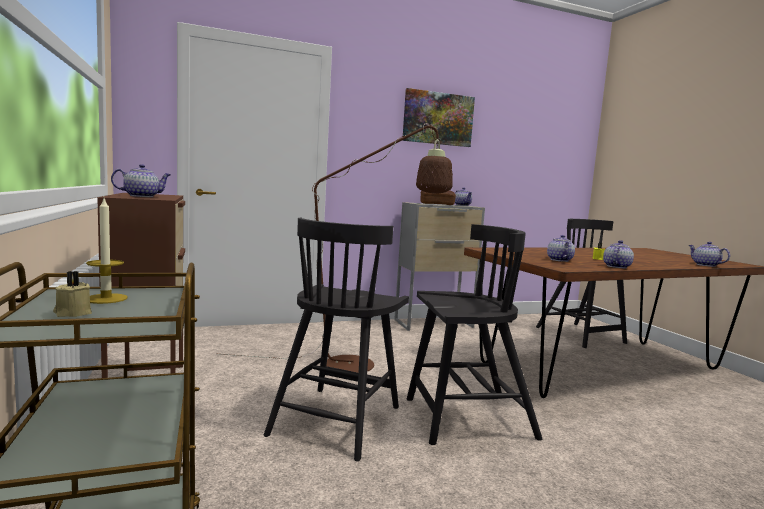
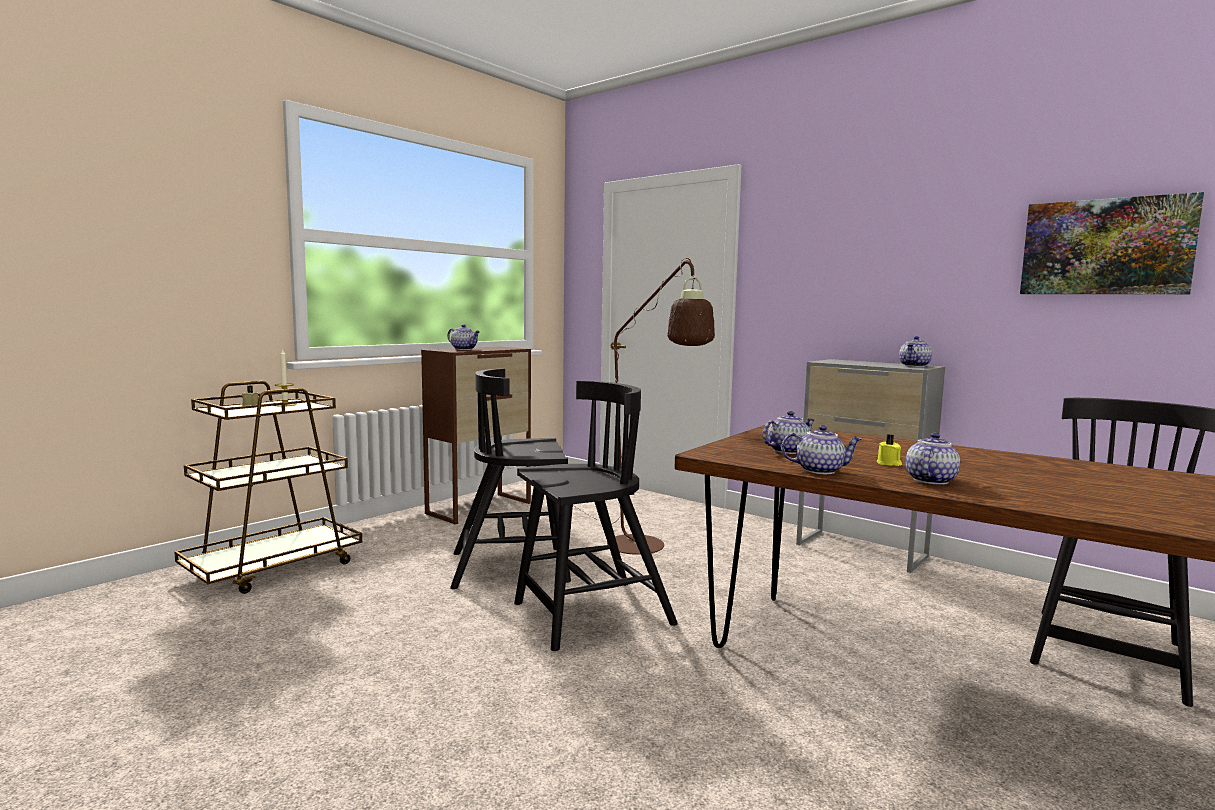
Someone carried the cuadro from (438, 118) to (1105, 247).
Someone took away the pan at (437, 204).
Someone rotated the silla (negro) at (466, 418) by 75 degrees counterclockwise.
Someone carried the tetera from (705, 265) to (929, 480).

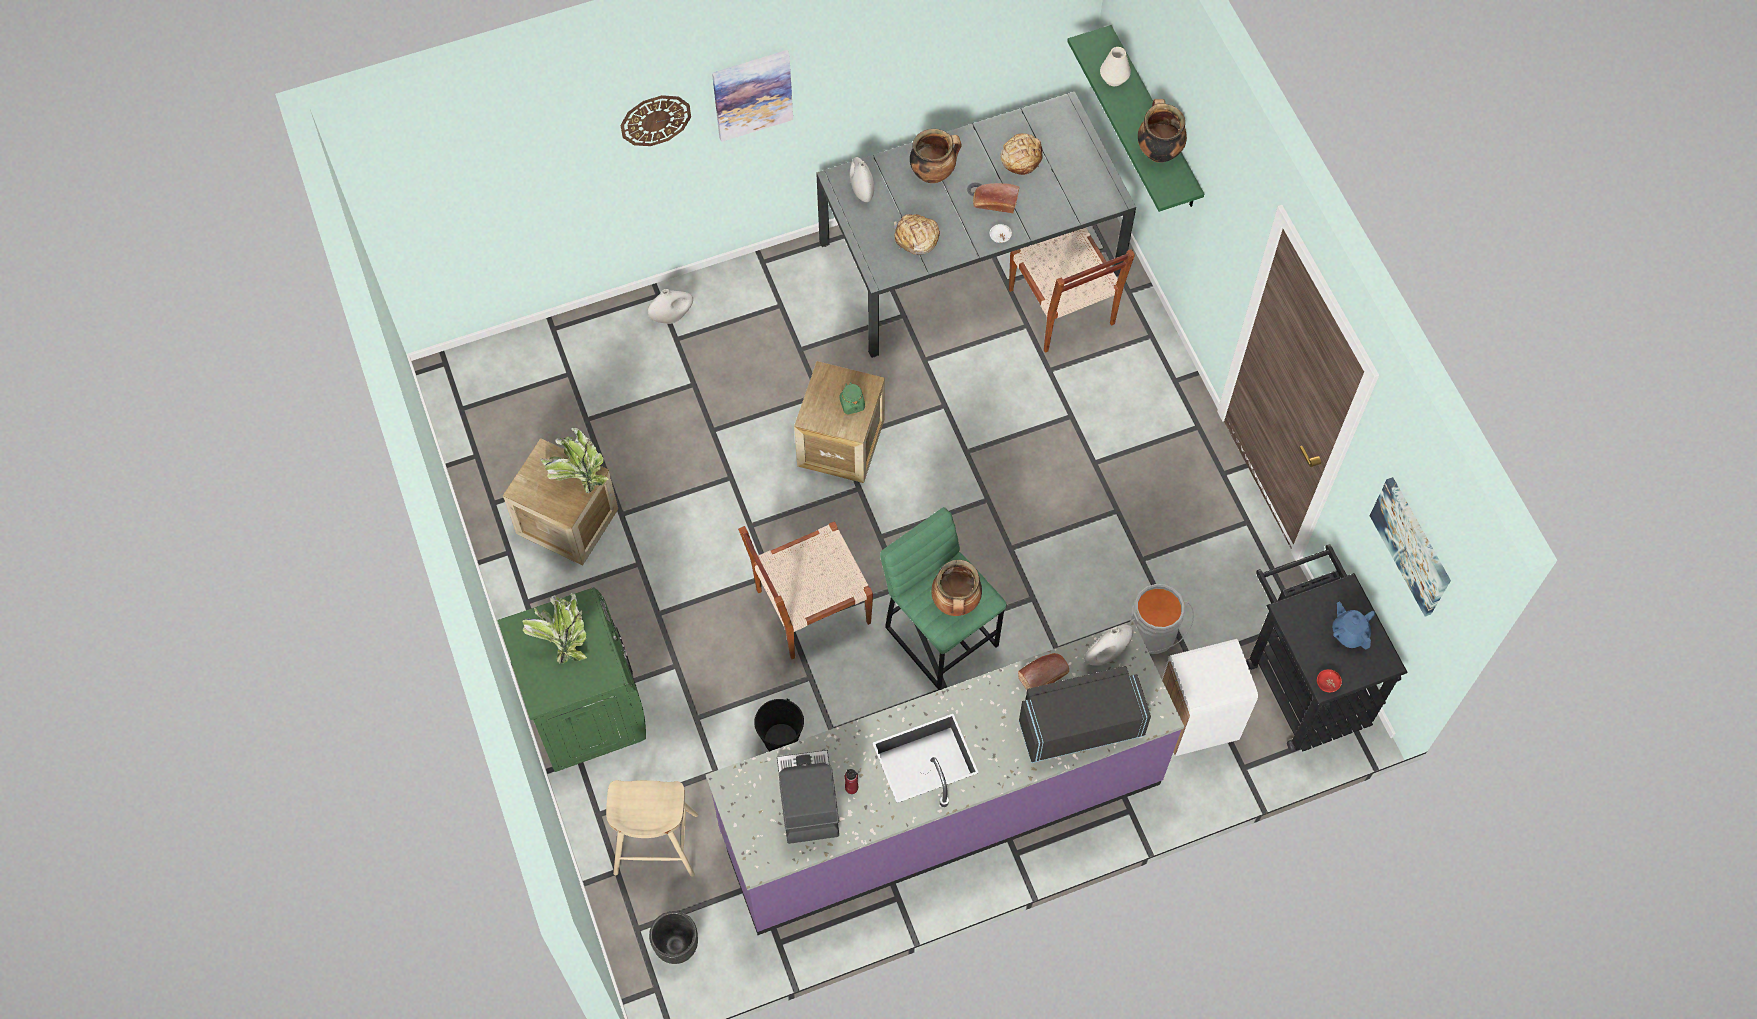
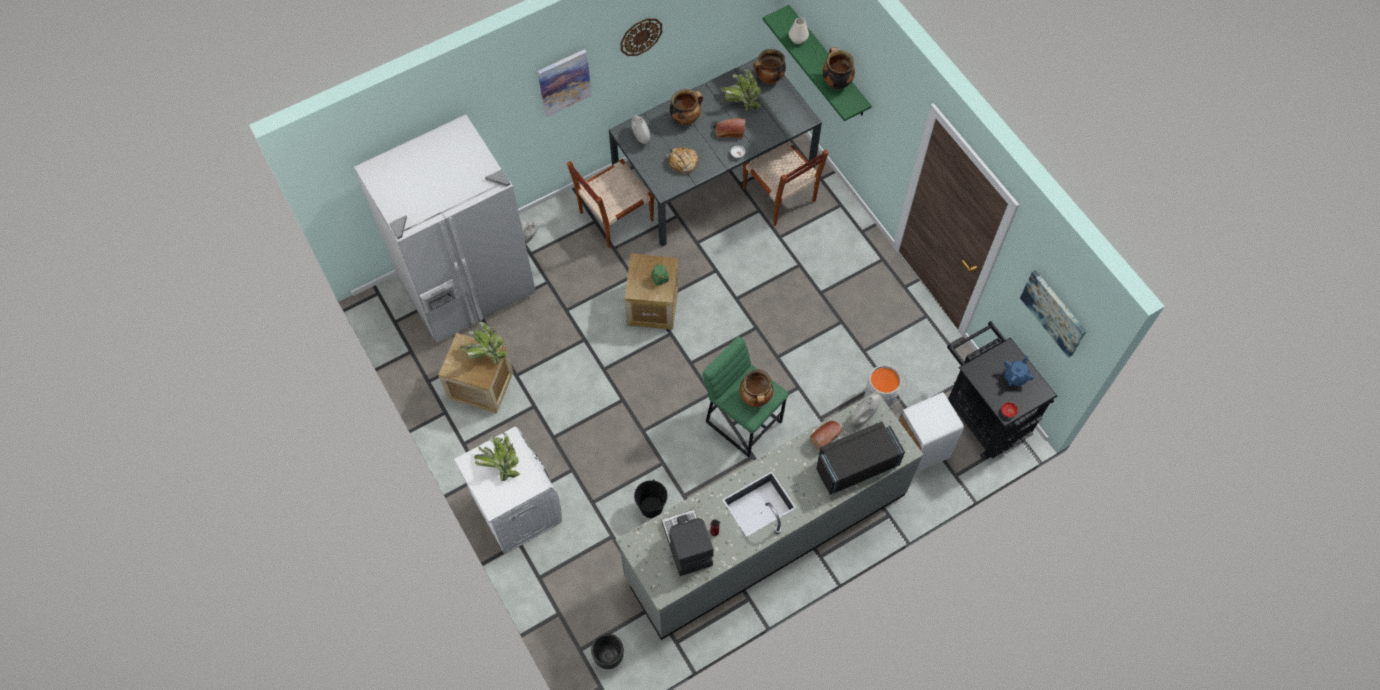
Someone carried the reloj de pared from (655, 119) to (640, 36).
Someone swapped the pan at (1021, 158) for the planta en maceta at (741, 100).
Someone carried the silla from (810, 608) to (614, 218).
Someone repainted the lavadora (verde) at (585, 709), which became the lavadora (blanco) at (517, 508).
Someone rotated the tetera (azul) at (1349, 633) by 75 degrees clockwise.
Someone repainted the mueble bajo de cocina (morado) at (941, 808), which became the mueble bajo de cocina (gris) at (765, 534).
Someone took away the taburete (beis) at (656, 843).
Someone put down the olla at (769, 79).
Someone put down the nevera (blanco) at (468, 287).

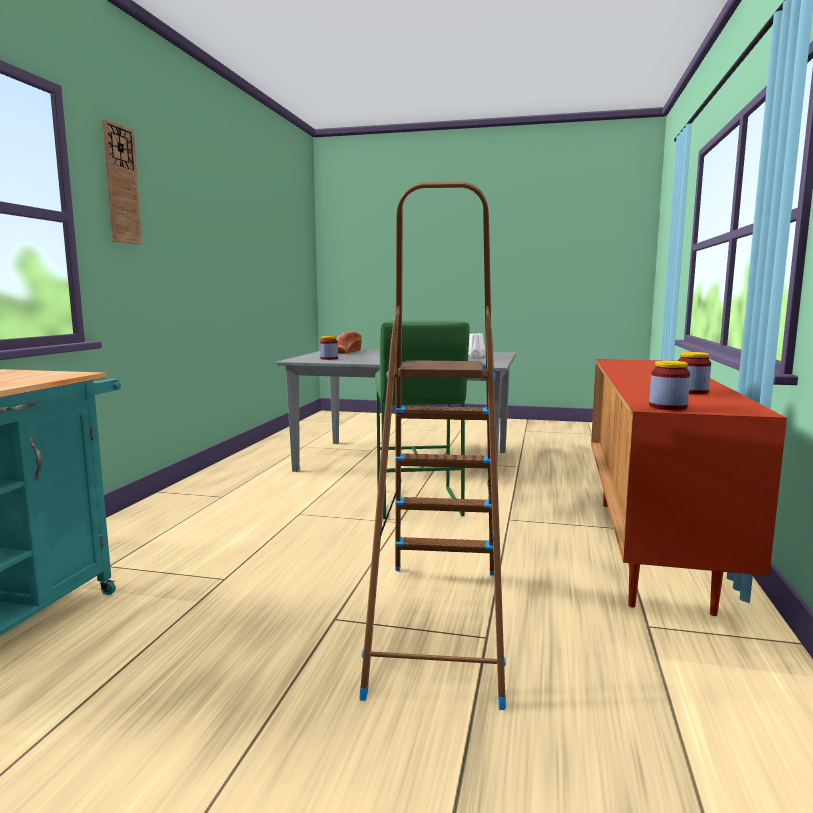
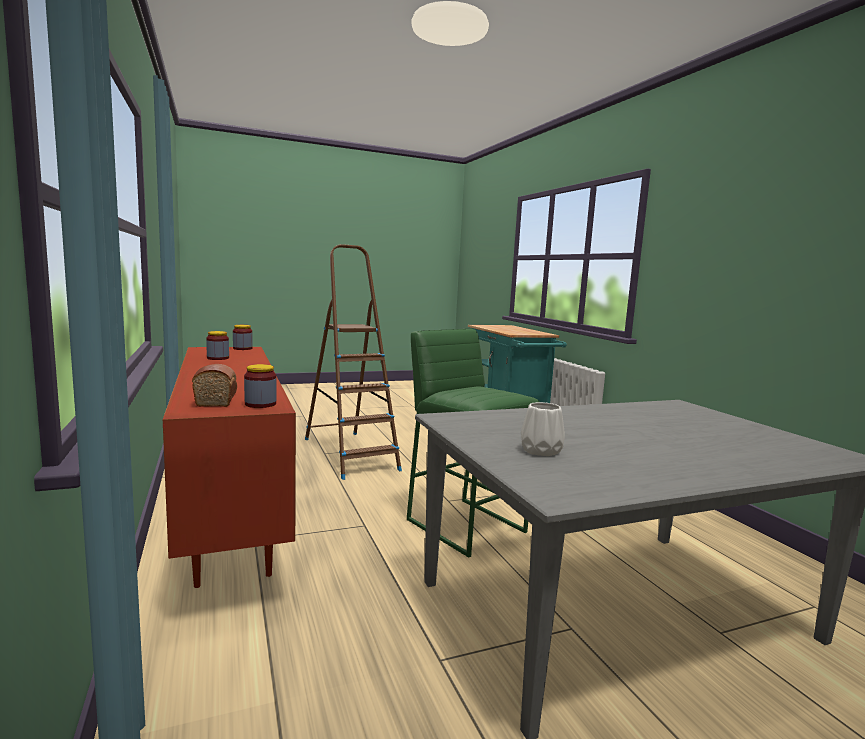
Someone took away the reloj de pared at (121, 185).
Someone carried the pan from (346, 352) to (217, 399).
Someone carried the tarro from (329, 358) to (260, 404).

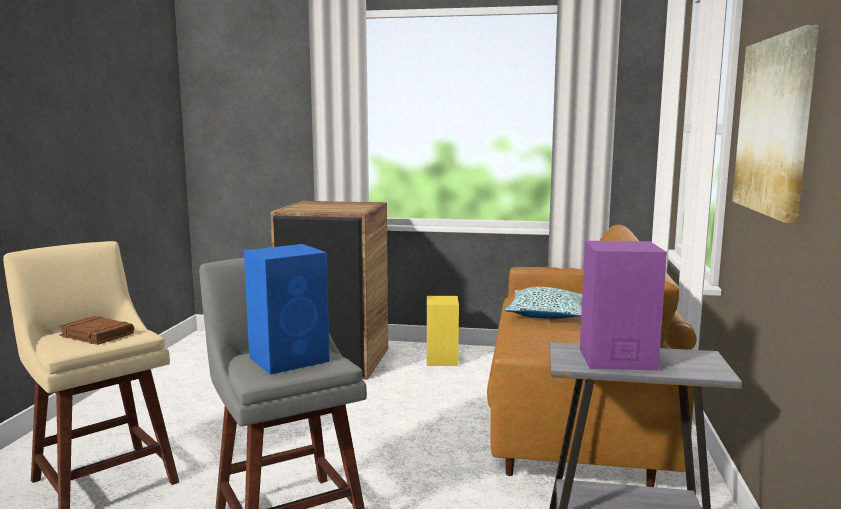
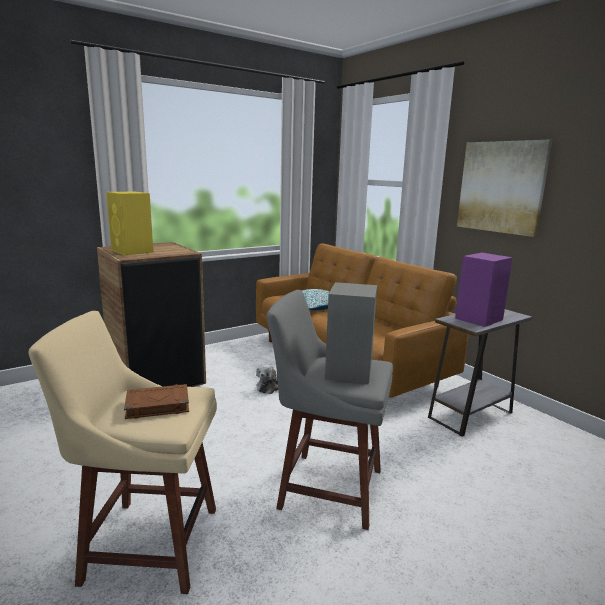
Someone repainted the altavoz (azul) at (291, 359), which became the altavoz (gris) at (349, 370).
Someone carried the altavoz (amarillo) from (442, 360) to (132, 251).
Someone put down the peluche at (269, 386).

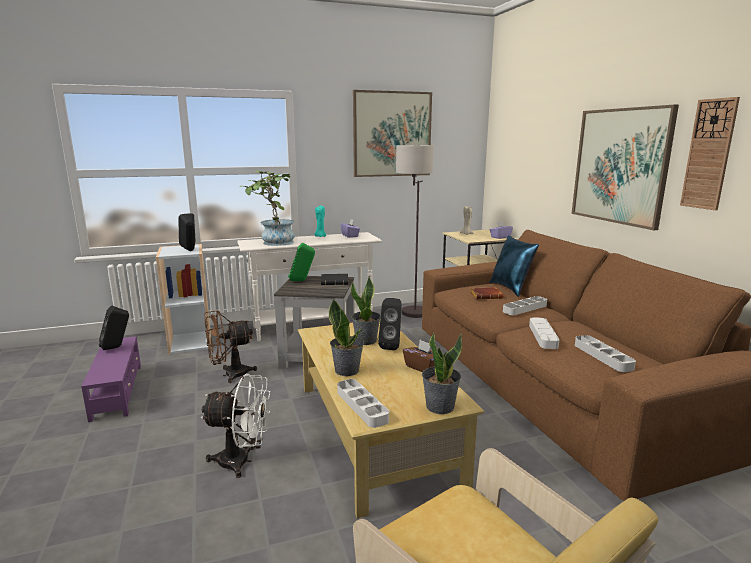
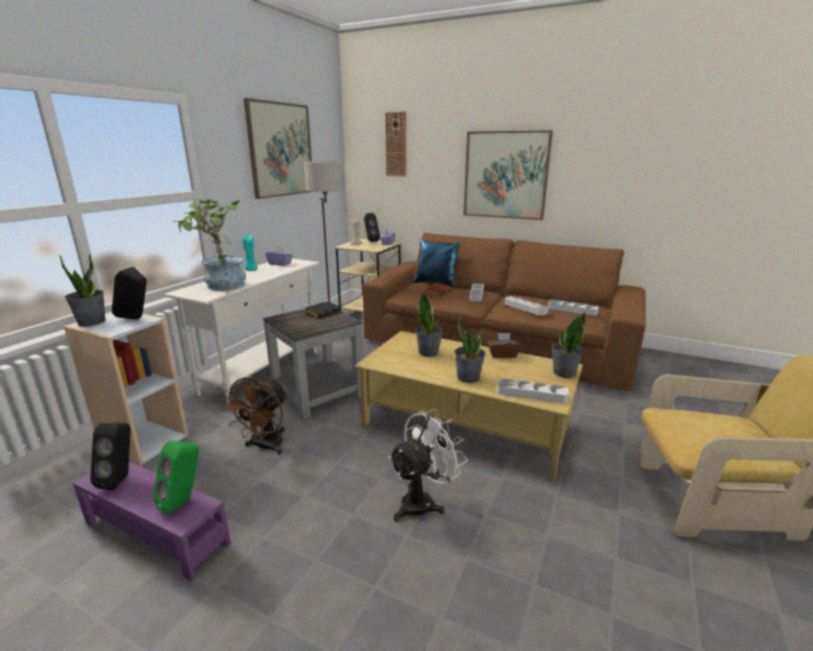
Someone carried the reloj de pared from (709, 154) to (396, 144).
Someone carried the altavoz (verde) from (302, 281) to (184, 501).
Someone carried the altavoz (negro) from (391, 346) to (370, 241).
Someone put down the planta en maceta at (91, 322).

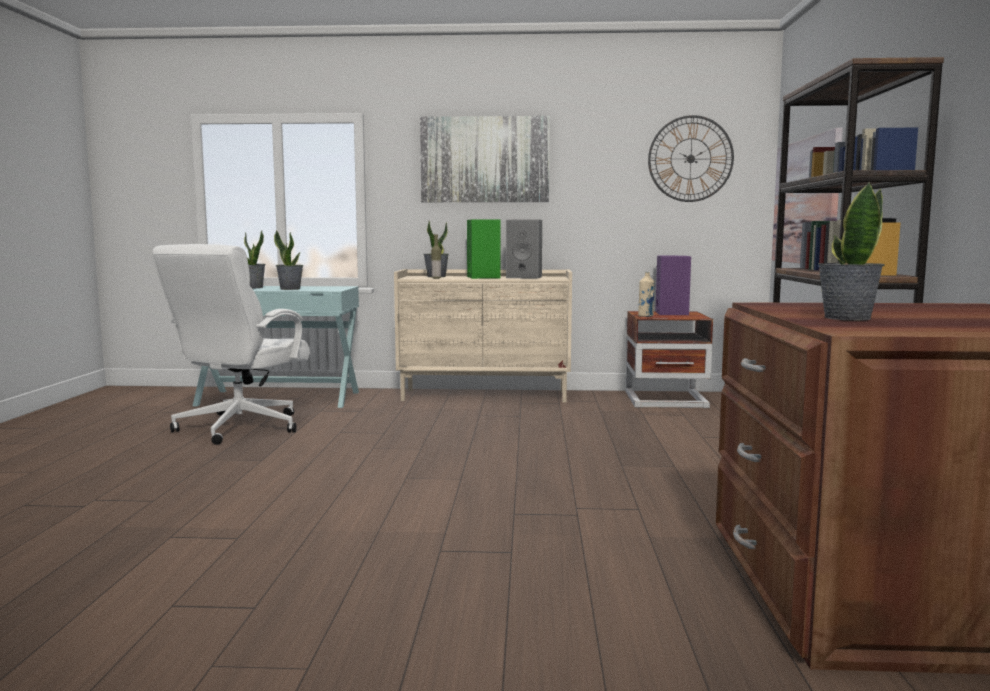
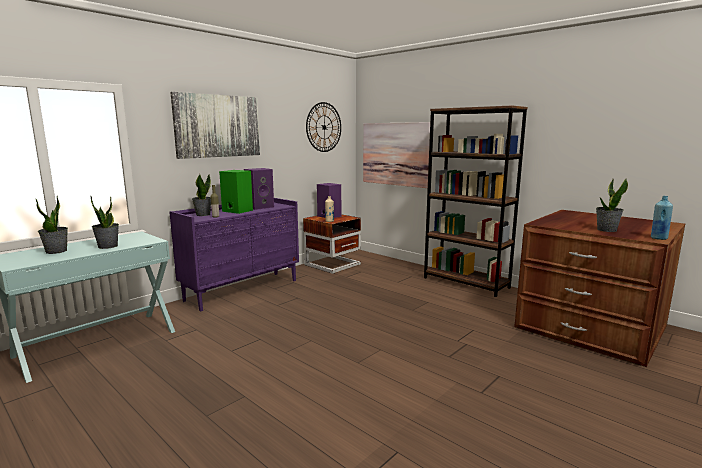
Someone repainted the altavoz (gris) at (525, 277), which became the altavoz (morado) at (260, 207).
Someone took away the silla de oficina (blanco) at (241, 427).
Someone repainted the armario (beis) at (485, 396), which became the armario (morado) at (243, 290).
Someone put down the botella (azul) at (658, 238).

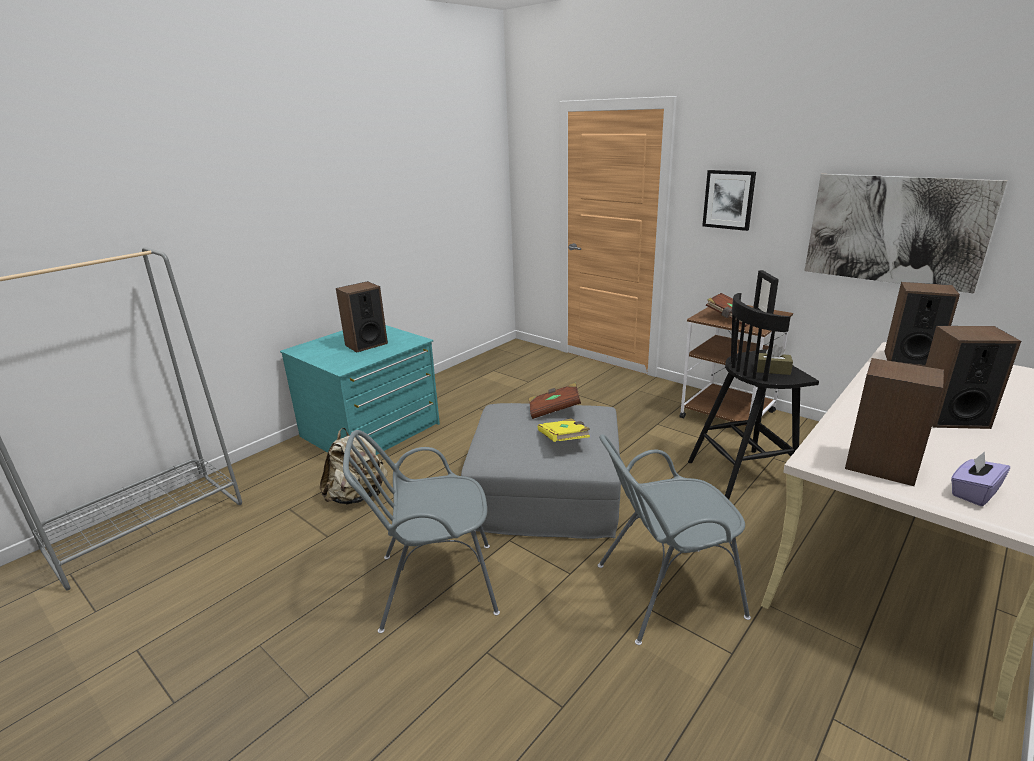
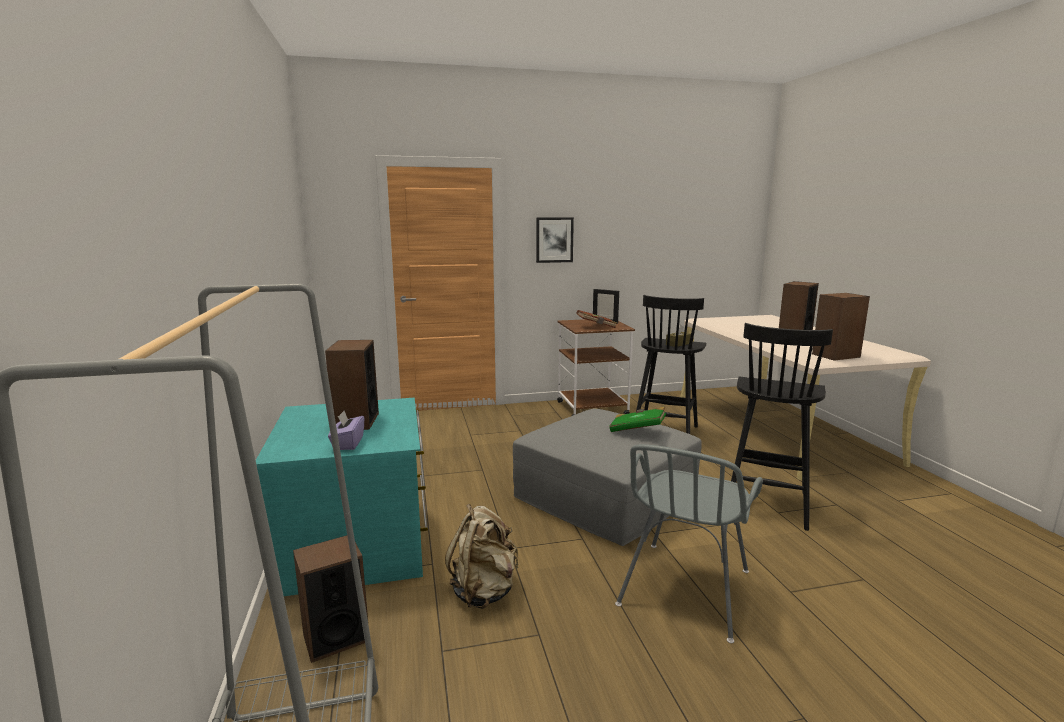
Someone took away the cuadro at (894, 230).
Someone carried the altavoz from (910, 359) to (336, 637).
Someone took away the libro (marrón) at (554, 410).
Someone repainted the libro (amarillo) at (564, 440), which became the libro (verde) at (637, 430).
Someone swapped the silla (gris) at (663, 592) for the taburete (negro) at (766, 501).
Someone carried the caja de pañuelos (morado) from (973, 493) to (348, 443).

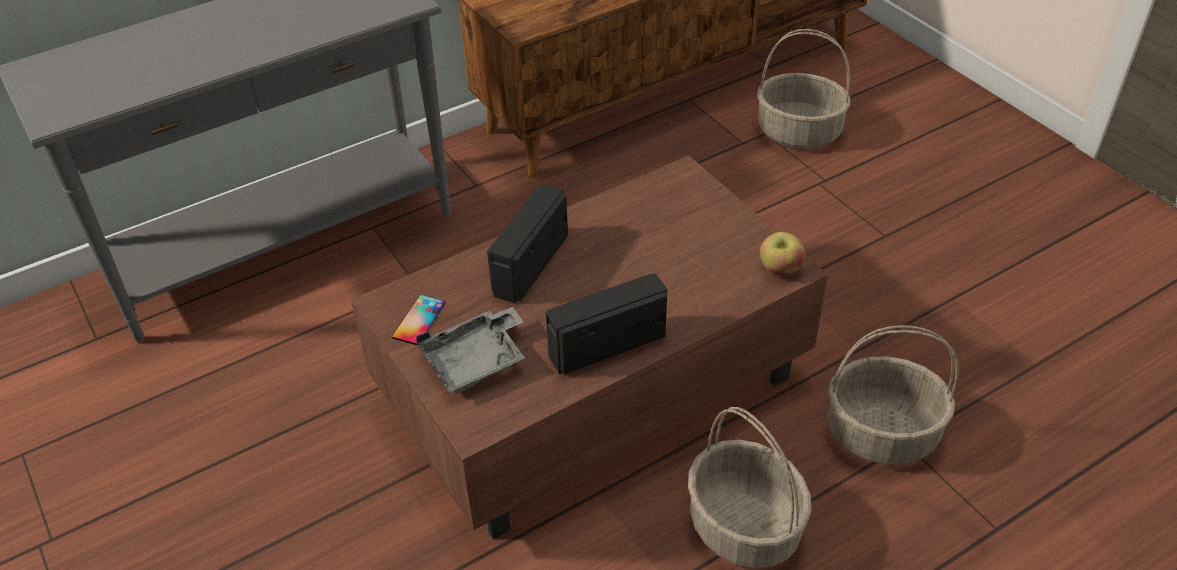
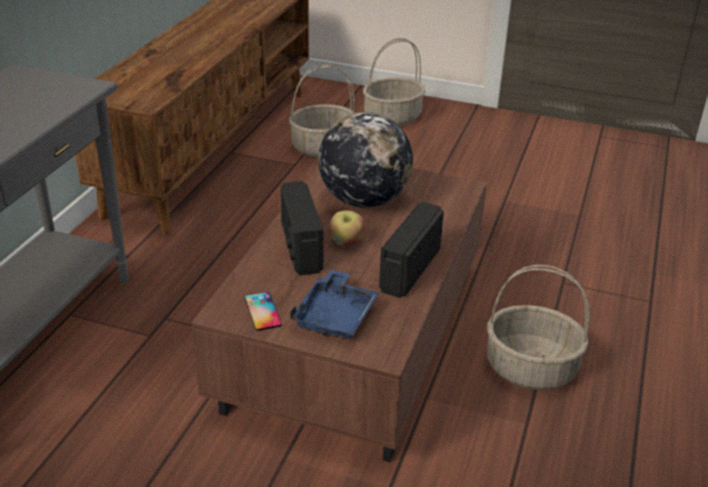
Someone carried the manzana from (780, 269) to (346, 242).
Someone repainted the bandeja (gris) at (476, 361), which became the bandeja (azul) at (336, 316).
Someone carried the cesta from (882, 433) to (393, 117).
Someone put down the globo terráqueo at (364, 200).

